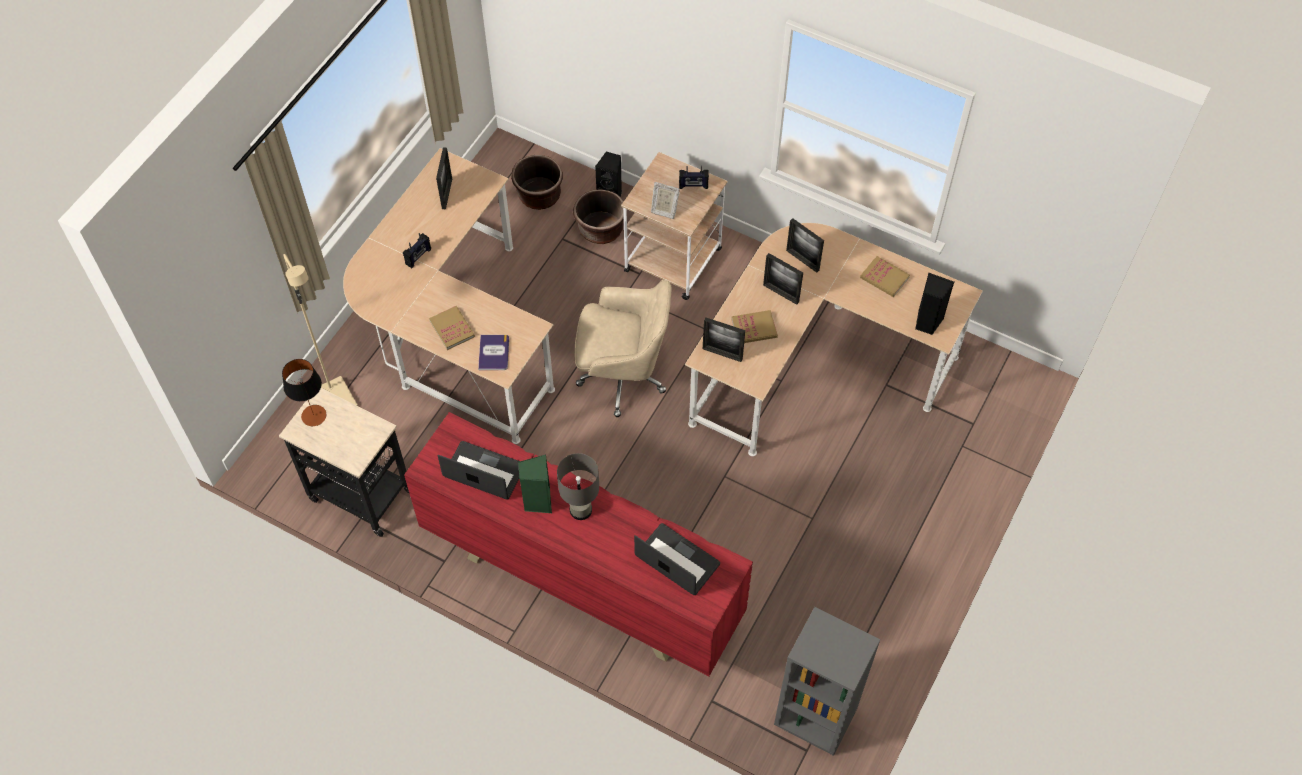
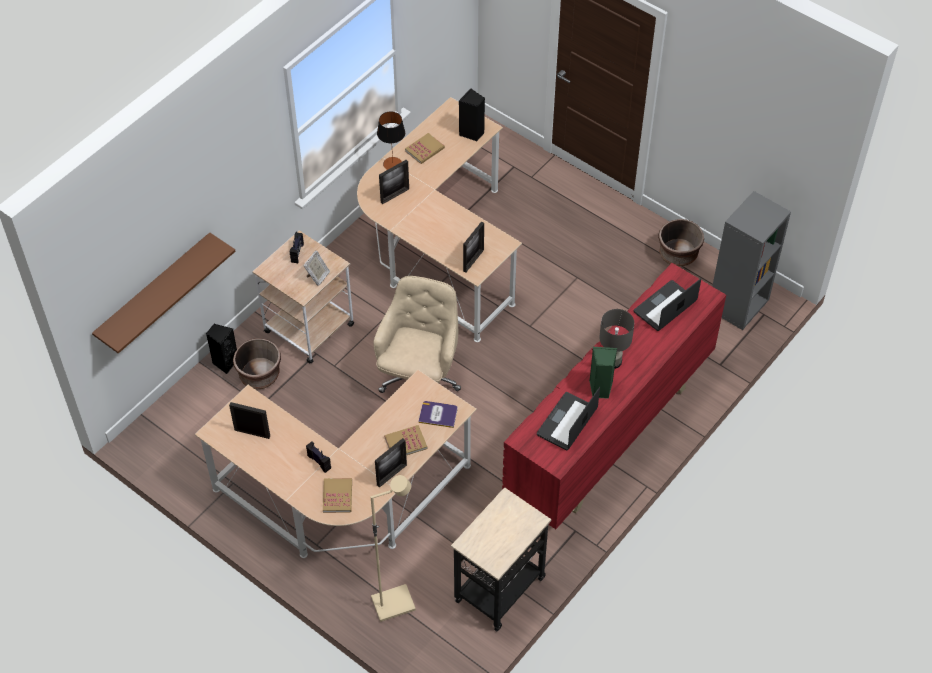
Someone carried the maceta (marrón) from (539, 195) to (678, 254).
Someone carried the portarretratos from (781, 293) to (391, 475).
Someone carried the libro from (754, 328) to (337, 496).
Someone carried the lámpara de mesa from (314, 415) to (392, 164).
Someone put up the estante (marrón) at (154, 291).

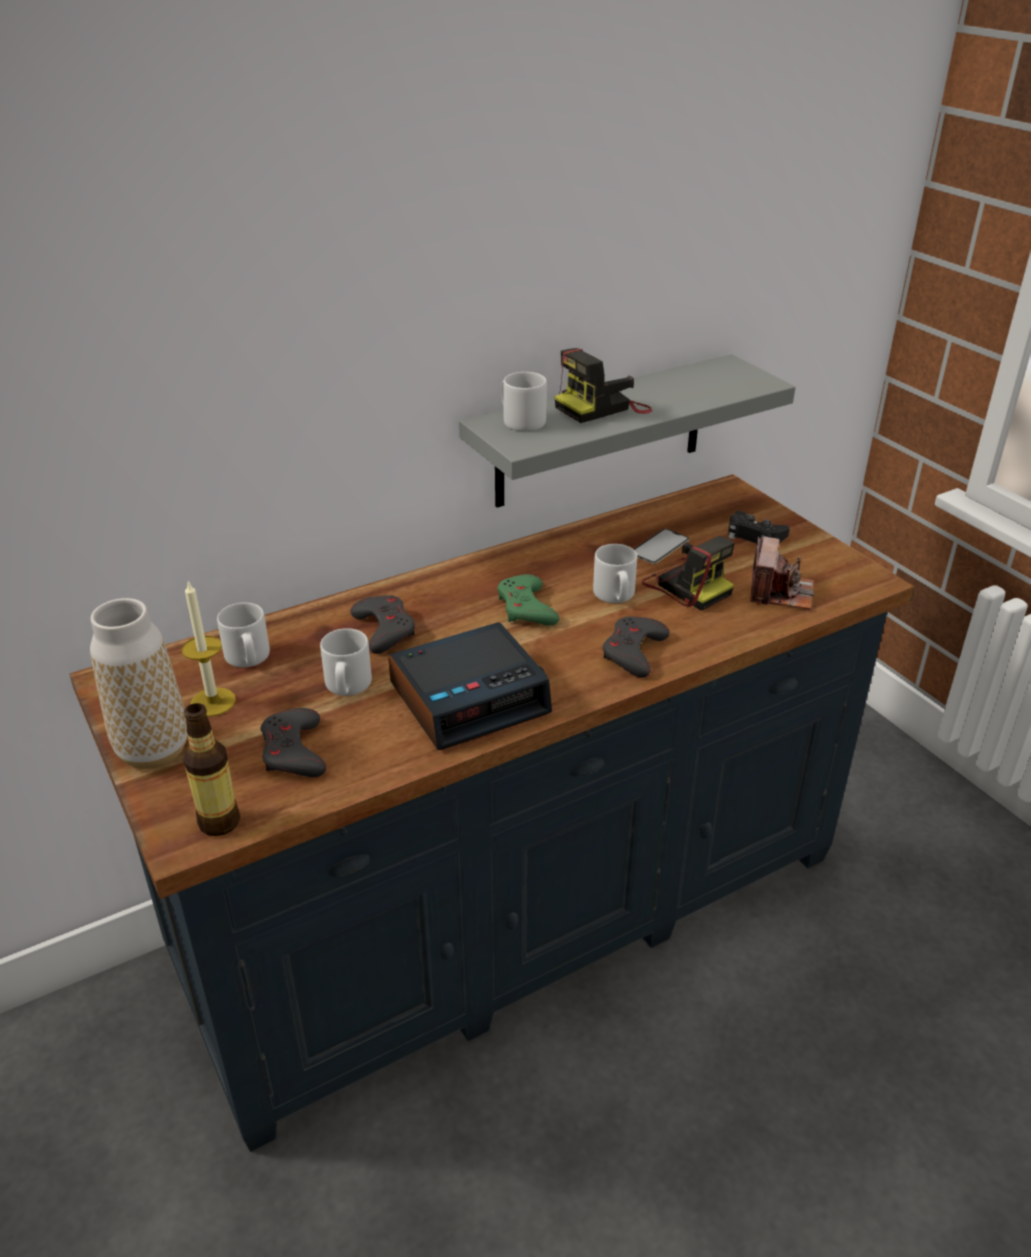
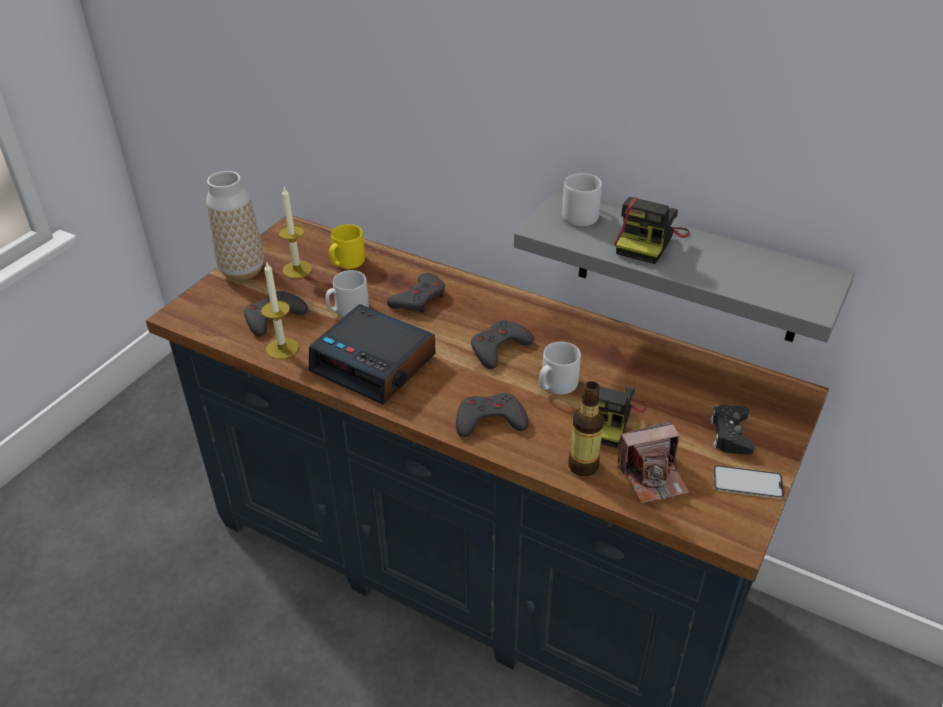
Someone rotated the cámara at (602, 408) by 90 degrees counterclockwise.
Someone carried the móvil from (659, 547) to (747, 482).
Someone repainted the mando de consola (verde) at (526, 608), which became the mando de consola (gris) at (499, 348).
Someone repainted the taza grande (gris) at (248, 658), which became the taza grande (amarillo) at (346, 262).
Someone carried the botella from (219, 822) to (583, 466).
Someone put down the vela at (282, 348).

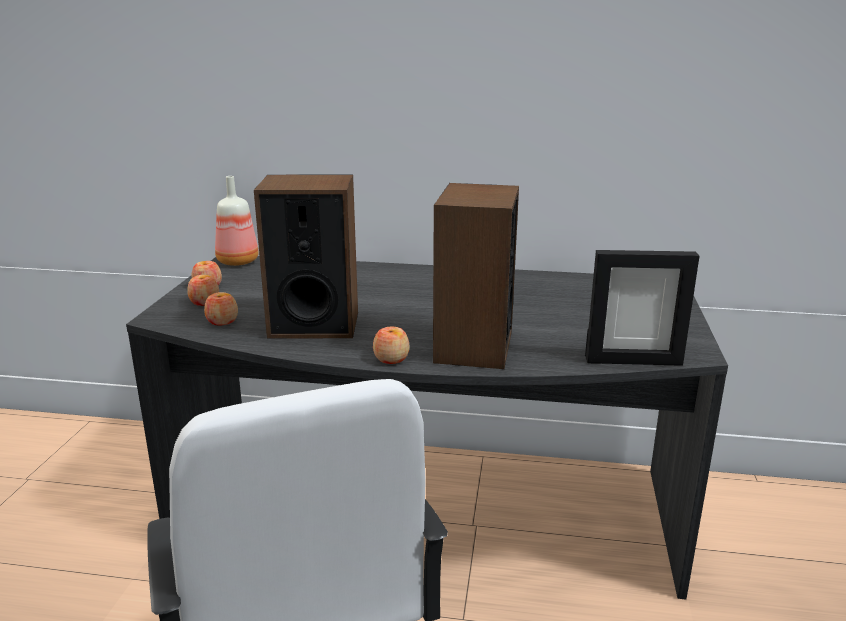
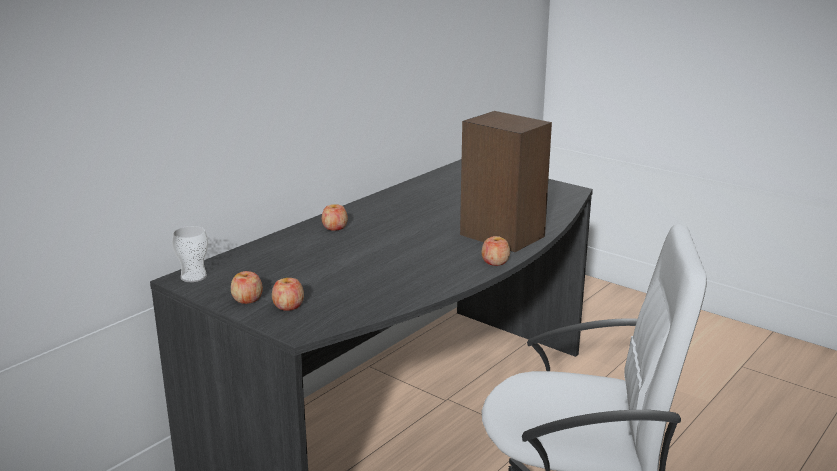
Someone took away the altavoz at (314, 324).
Someone swapped the botella at (237, 262) for the taza at (193, 277).
Someone took away the portarretratos at (633, 360).
Someone carried the manzana from (222, 321) to (335, 227).

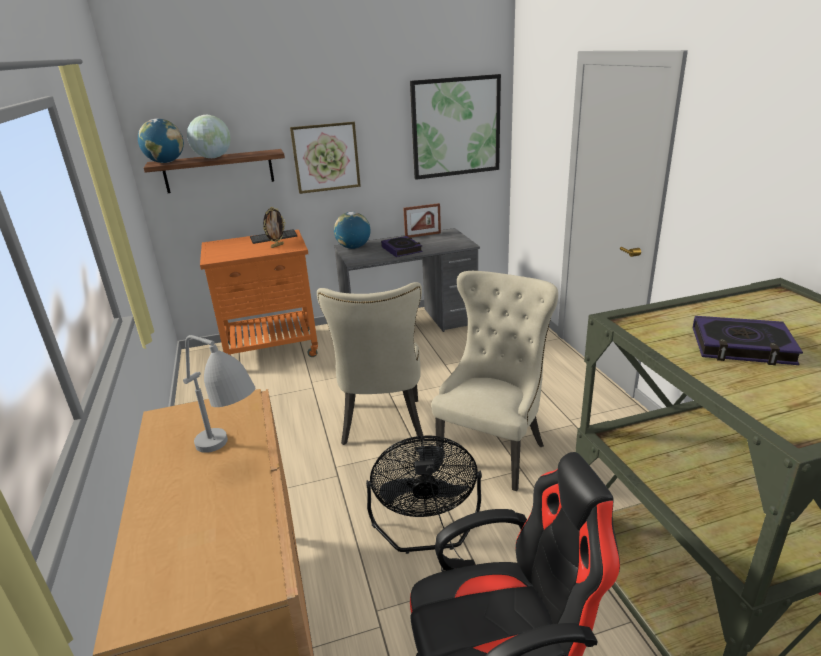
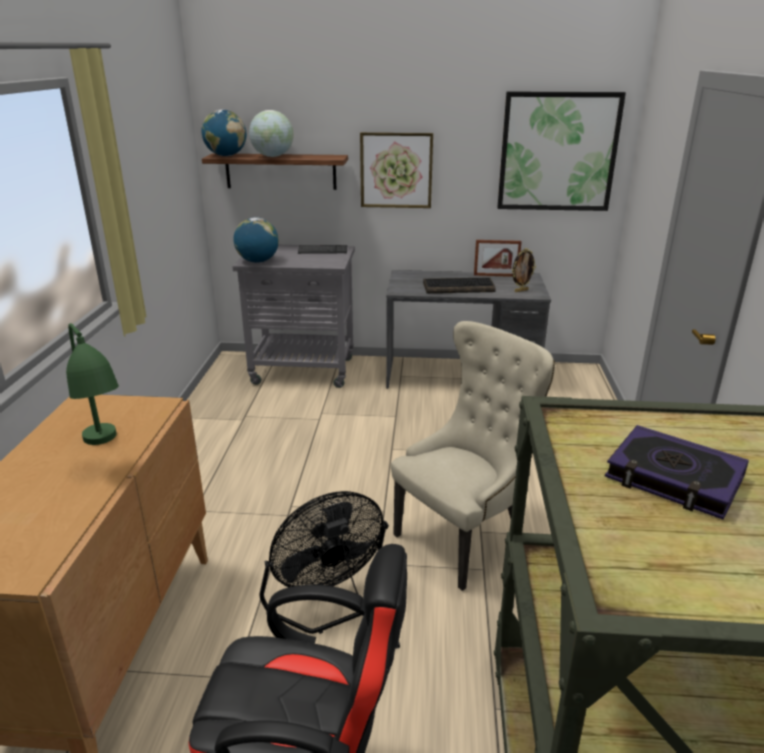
Someone carried the portarretratos from (277, 246) to (521, 290).
Someone carried the globo terráqueo from (353, 247) to (258, 261).
Someone repainted the carrito (naranja) at (273, 350), which became the carrito (gris) at (304, 371).
Someone swapped the libro at (402, 249) for the teclado at (459, 287).
Someone took away the silla (beis) at (382, 423).
Someone repainted the lámpara de mesa (gris) at (232, 455), which became the lámpara de mesa (verde) at (106, 453).
Someone rotated the ventilador (negro) at (431, 537) by 45 degrees counterclockwise.

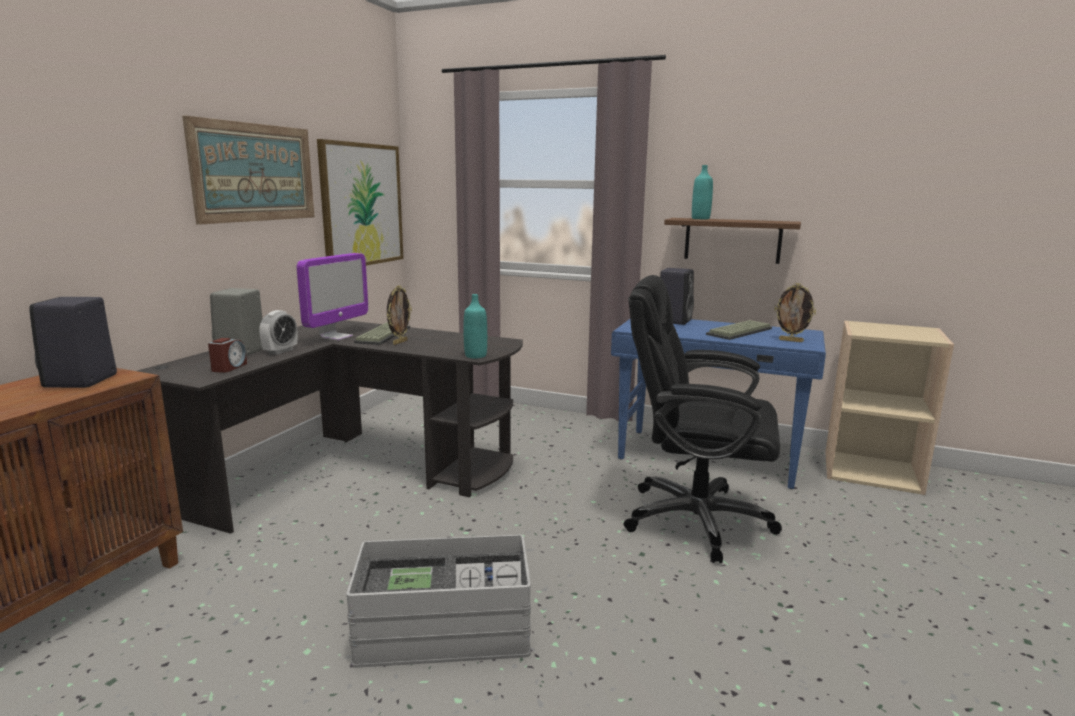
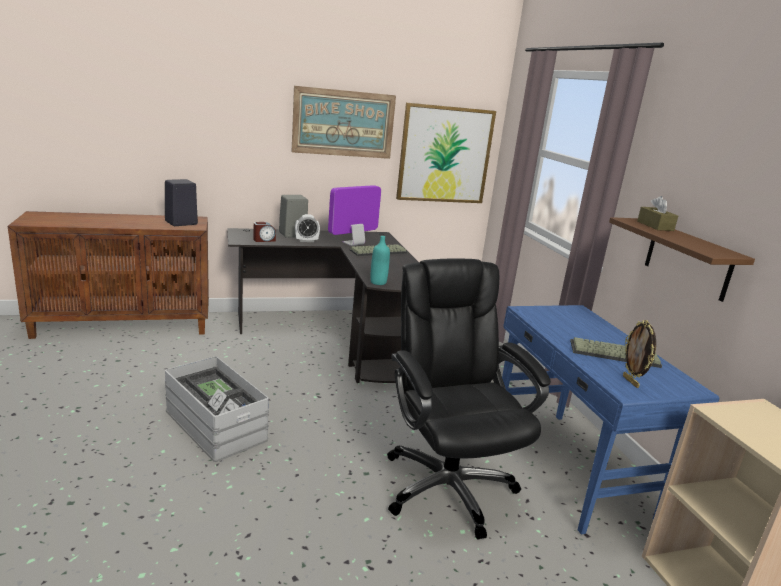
Someone swapped the botella (turquesa) at (700, 219) for the caja de pañuelos (marrón) at (655, 226).
Someone rotated the monitor at (336, 337) by 150 degrees clockwise.
Someone took away the altavoz (negro) at (674, 320).
Someone took away the portarretratos at (399, 342).

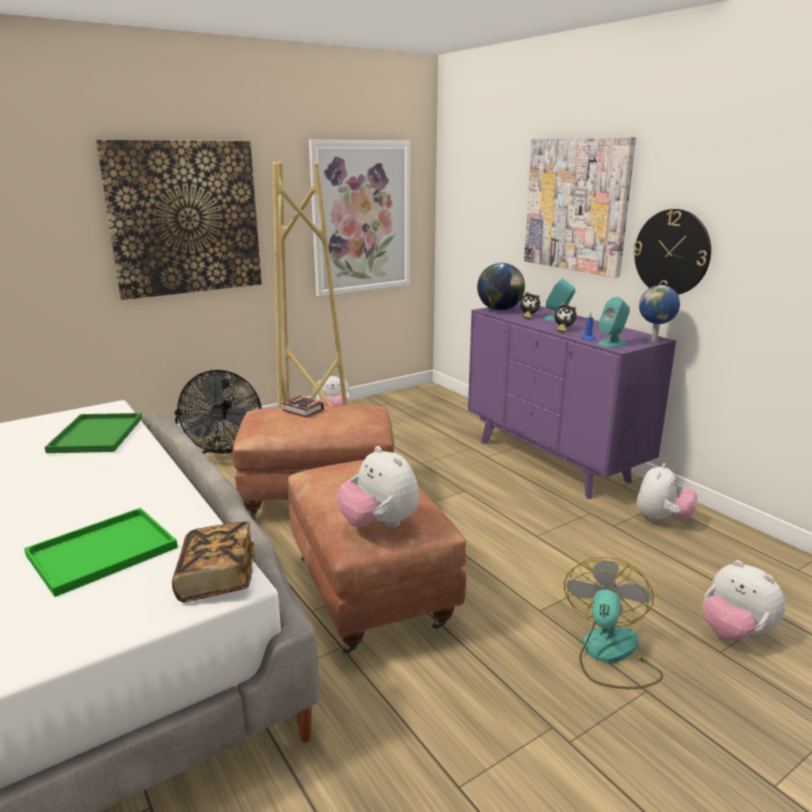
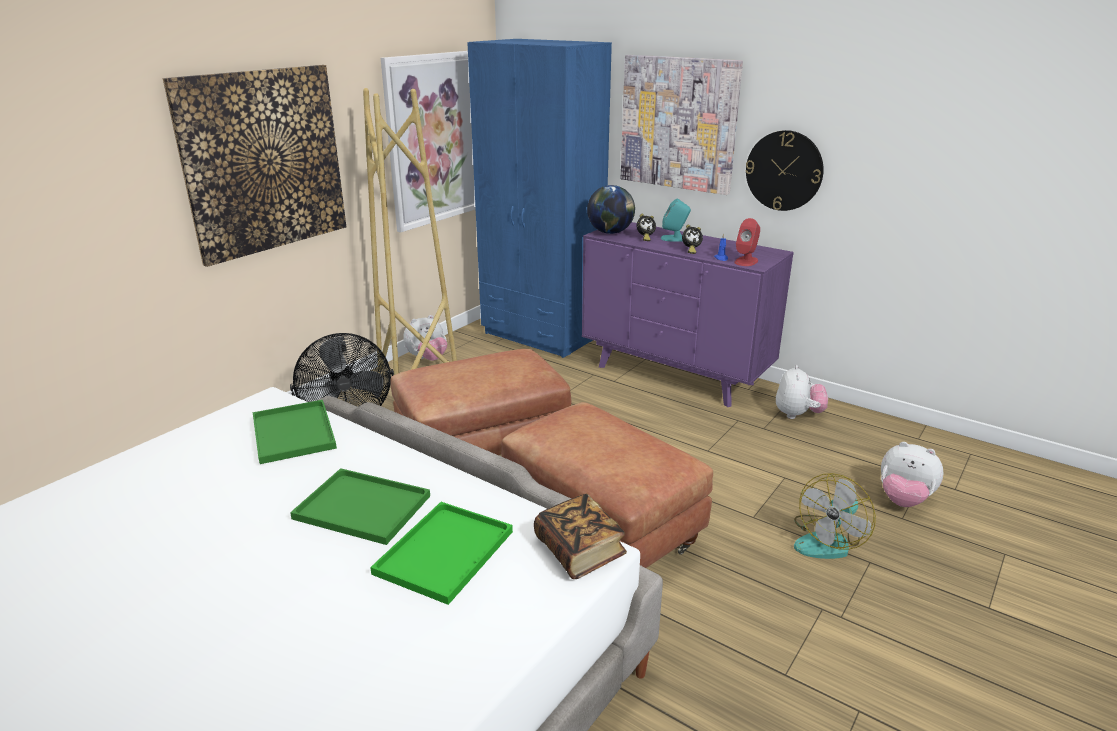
Someone took away the globo terráqueo at (655, 341).
Someone repainted the altavoz (turquesa) at (612, 343), which became the altavoz (rojo) at (746, 261).
Someone took away the libro at (303, 411).
Someone took away the peluche at (379, 524).
Someone rotated the ventilador at (610, 655) by 135 degrees counterclockwise.
Someone put down the armario ropero (azul) at (542, 335).
Someone put down the bandeja (verde) at (359, 507).

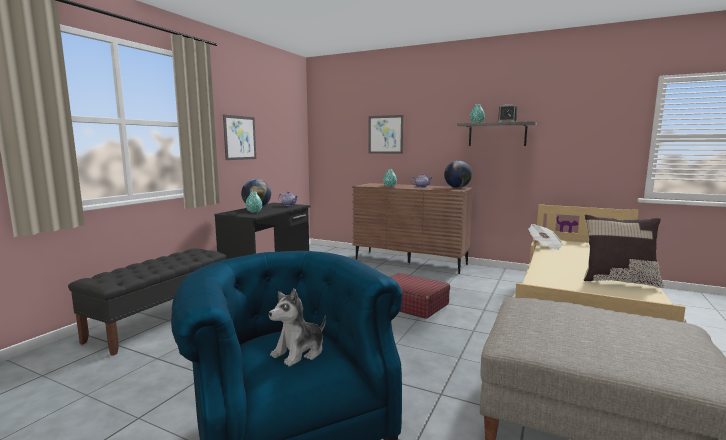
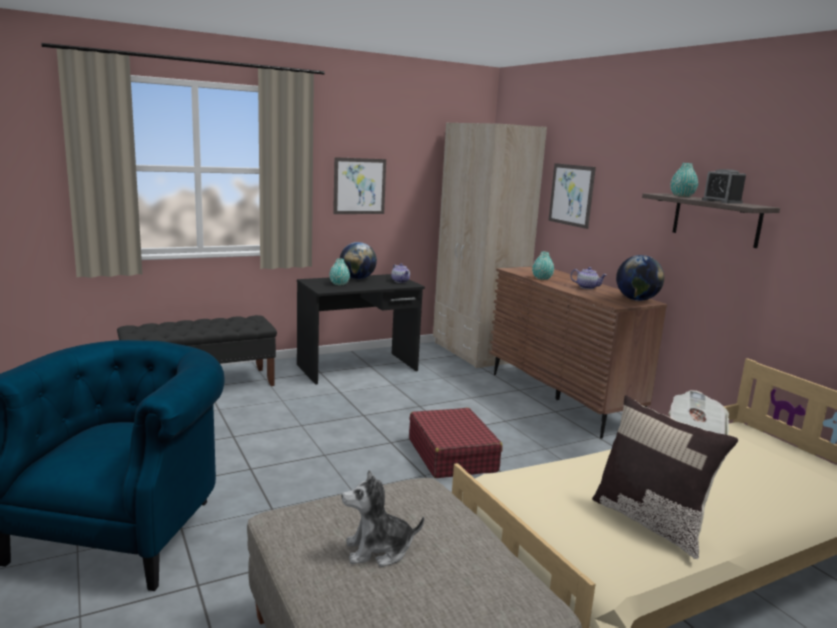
Someone carried the peluche from (299, 352) to (378, 550).
Someone put down the armario ropero (beis) at (476, 353).

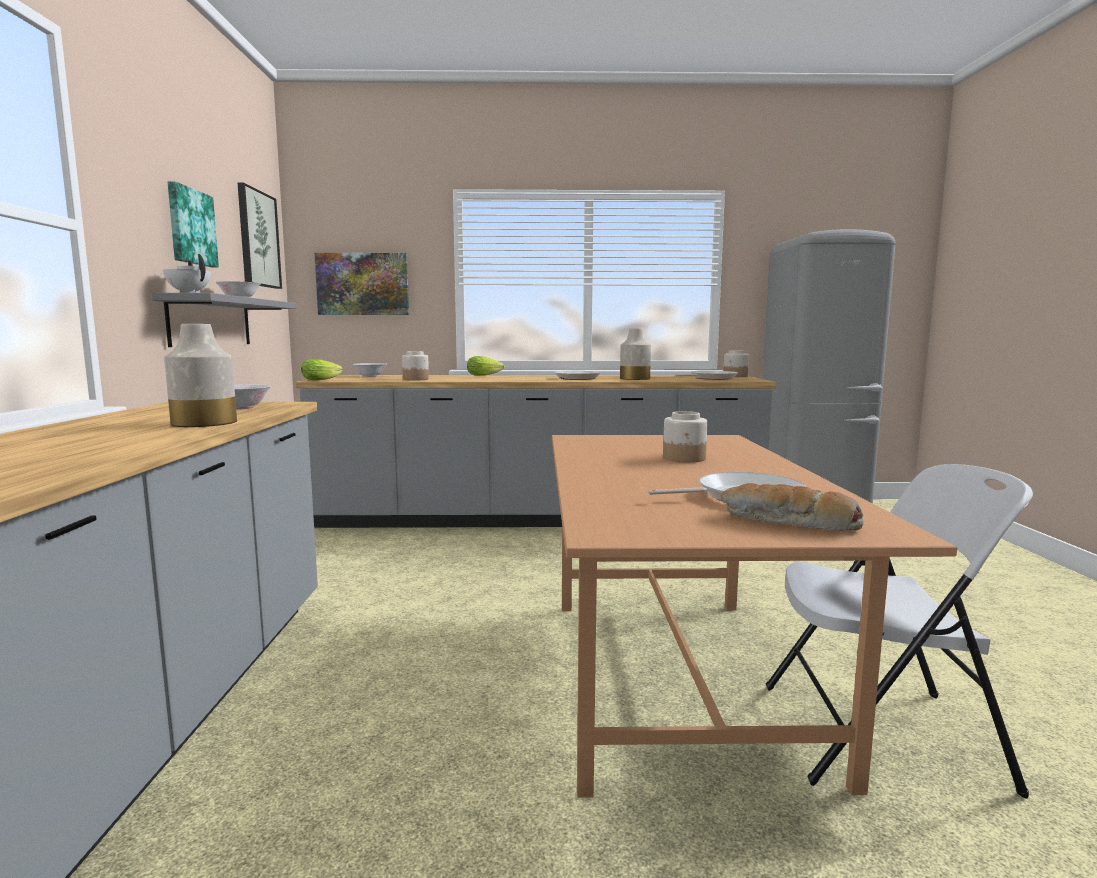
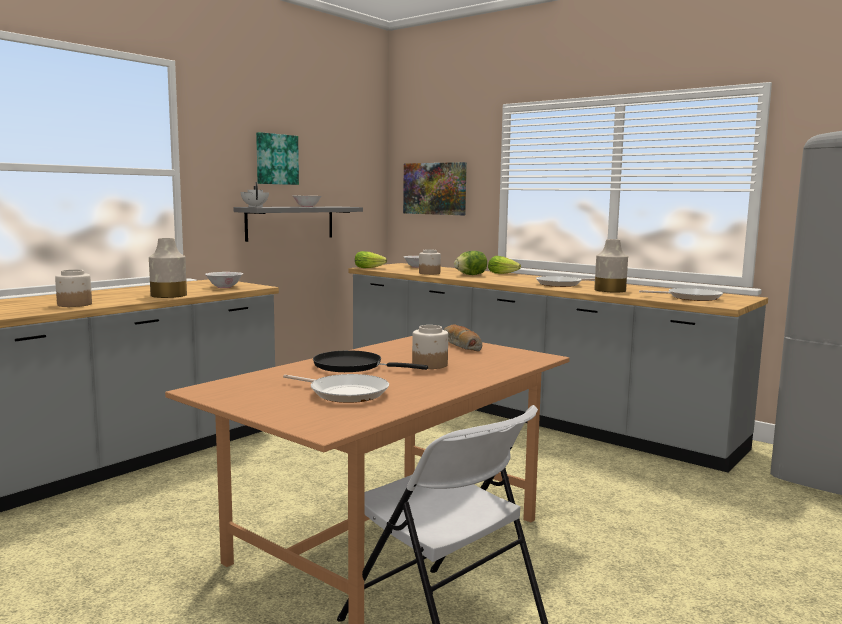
Someone took away the cuadro at (258, 239).
Someone carried the tarro from (735, 376) to (74, 304).
Someone carried the pan from (788, 523) to (460, 345).
Someone put down the lechuga at (471, 275).
Someone put down the sartén (negro) at (353, 366).

